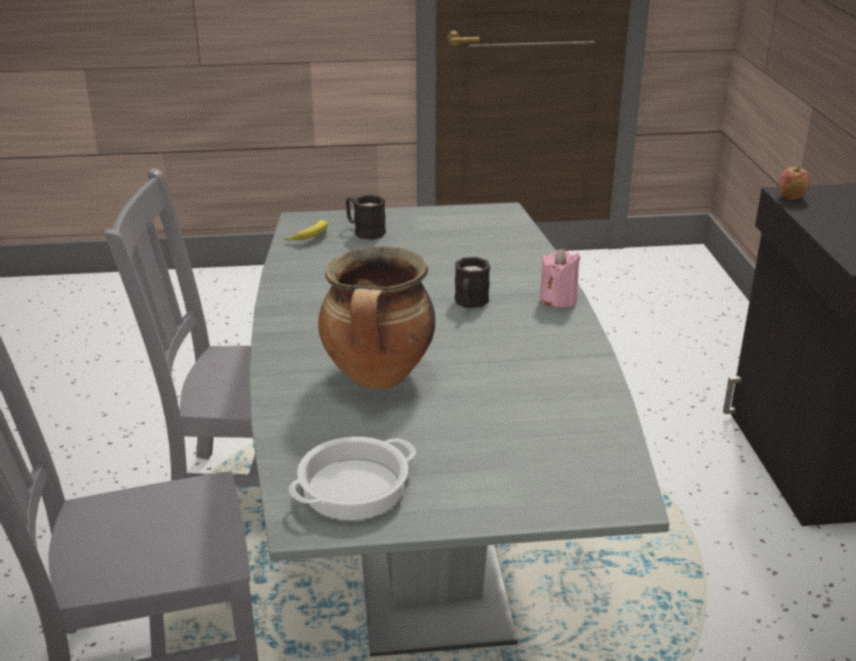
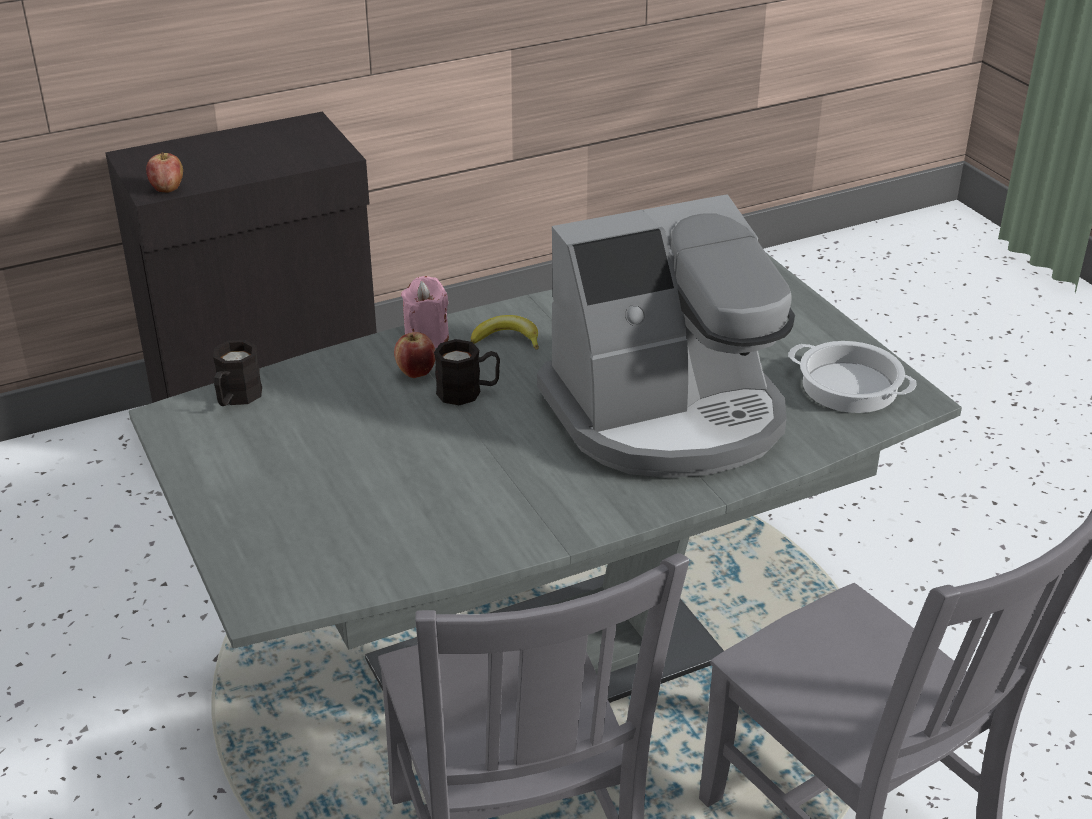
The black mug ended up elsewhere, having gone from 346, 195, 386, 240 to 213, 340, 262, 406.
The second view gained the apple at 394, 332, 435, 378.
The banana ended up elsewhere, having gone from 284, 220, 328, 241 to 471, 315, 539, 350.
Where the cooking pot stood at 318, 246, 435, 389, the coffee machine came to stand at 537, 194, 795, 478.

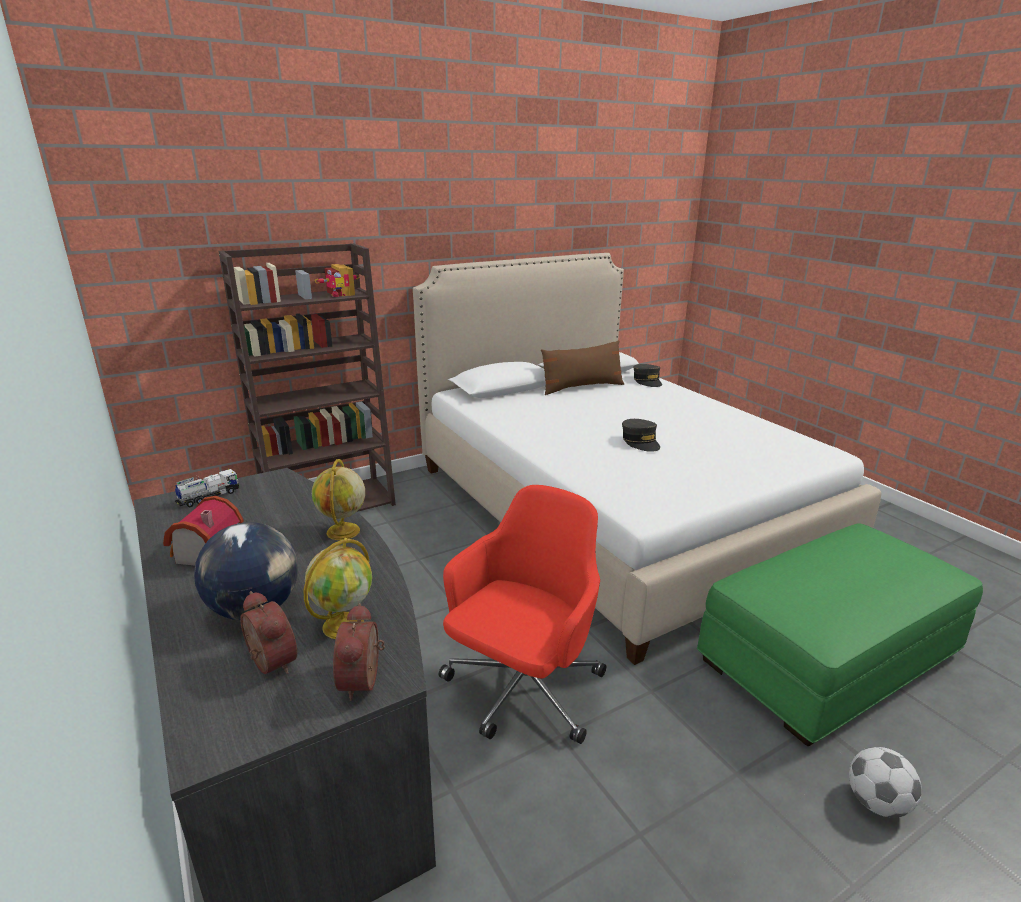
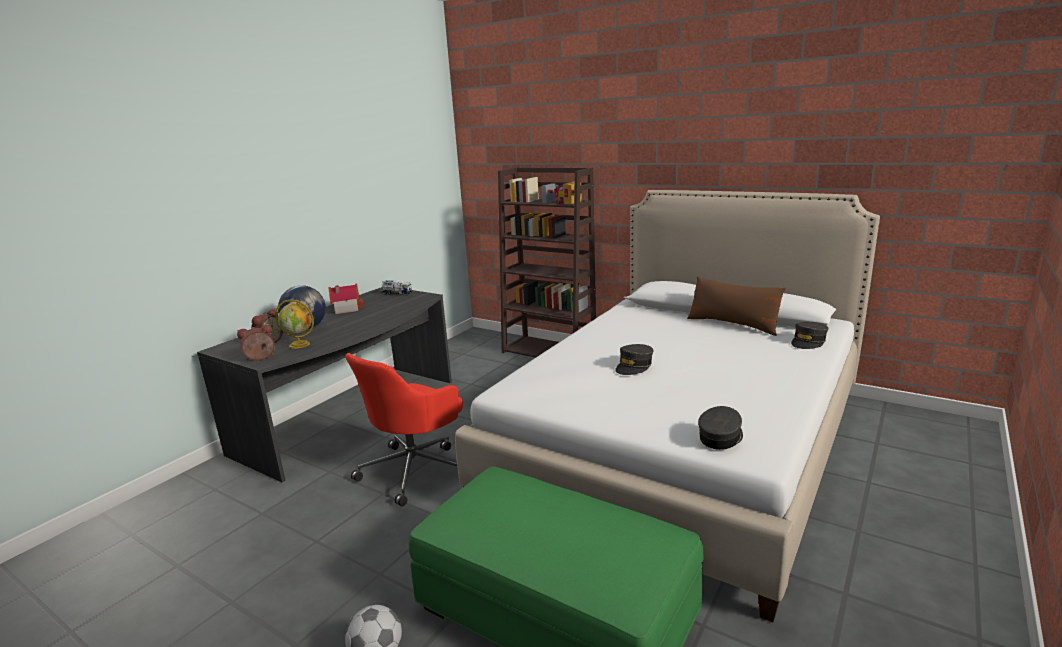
The red office chair at 439, 485, 607, 744 ended up facing another way, 120 degrees clockwise from before.
The second view gained the grey cap at 698, 406, 743, 450.
The second view lost the globe at 312, 459, 365, 540.

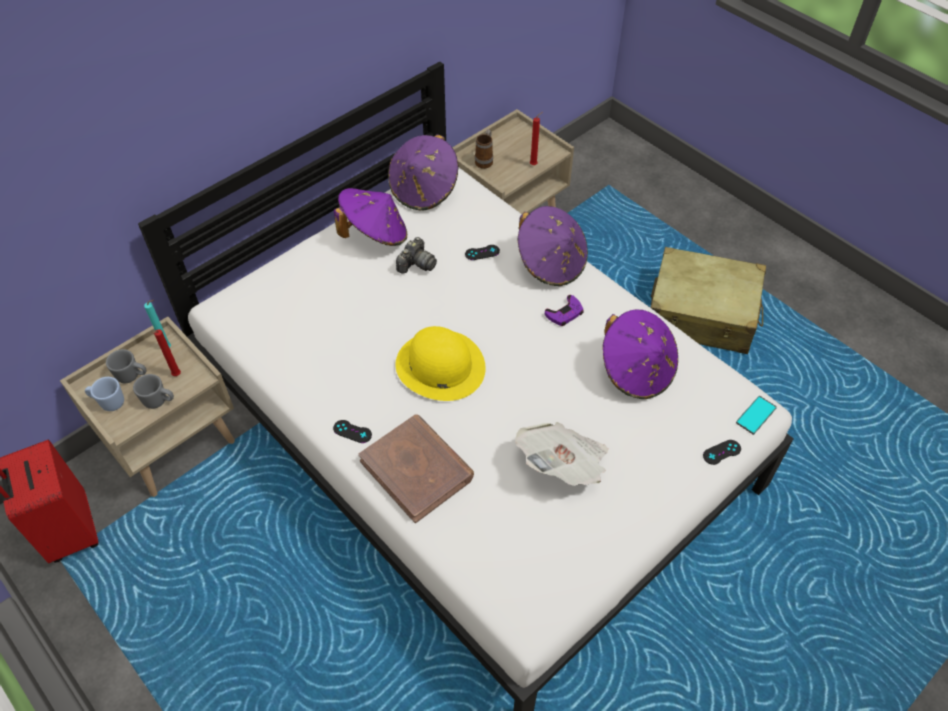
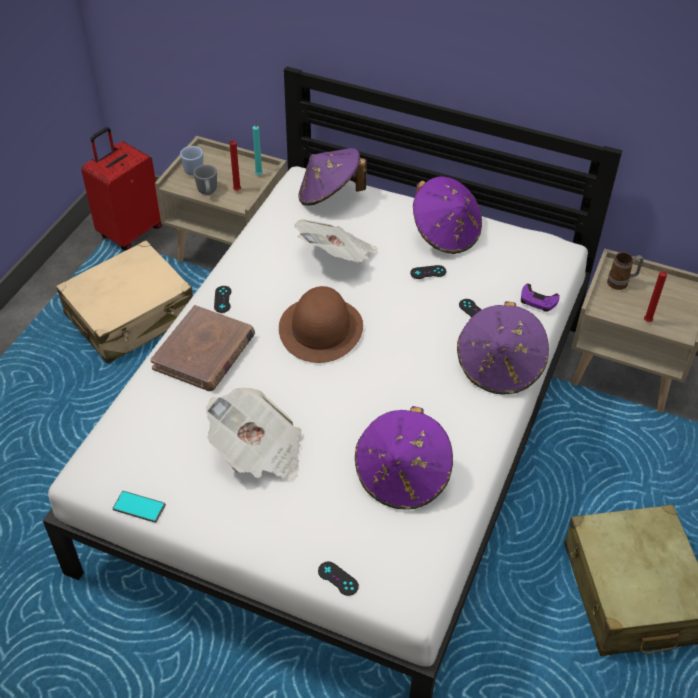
The second view gained the beige suitcase at 56, 240, 193, 364.
The phone ended up elsewhere, having gone from 736, 396, 777, 435 to 113, 491, 166, 523.
What was the yellow hat at 395, 326, 486, 401 turned into the brown hat at 279, 286, 363, 363.
The second view gained the newspaper at 294, 219, 378, 263.
The purple hat ended up elsewhere, having gone from 388, 134, 458, 211 to 299, 148, 367, 206.
Where the photo camera stood at 396, 237, 437, 274, the black game controller came to stand at 410, 265, 446, 279.
The purple game controller ended up elsewhere, having gone from 545, 295, 584, 326 to 521, 283, 560, 312.
The second view lost the grey mug at 106, 349, 146, 383.

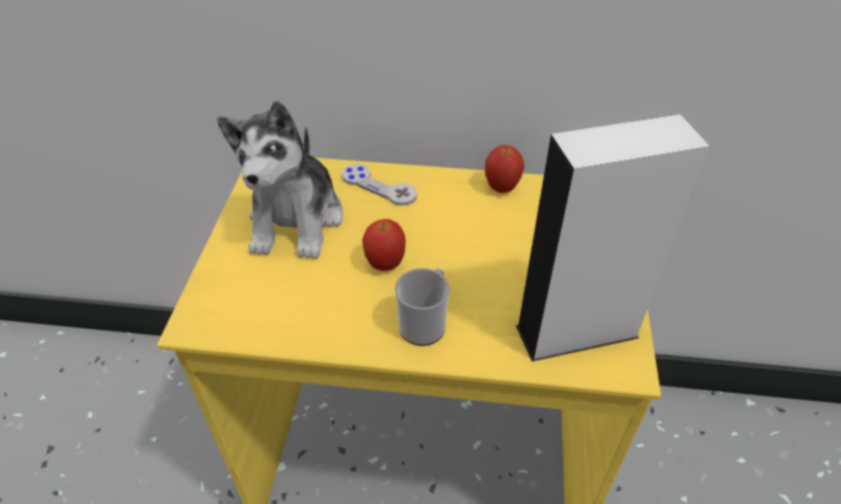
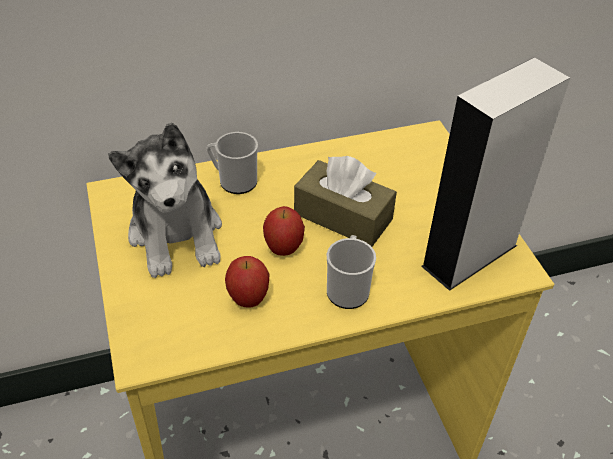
Where the grey game controller stood at 342, 164, 417, 206, the mug came to stand at 207, 132, 258, 194.
The apple ended up elsewhere, having gone from 485, 145, 525, 193 to 225, 256, 269, 308.
The second view gained the brown tissue box at 294, 156, 397, 247.

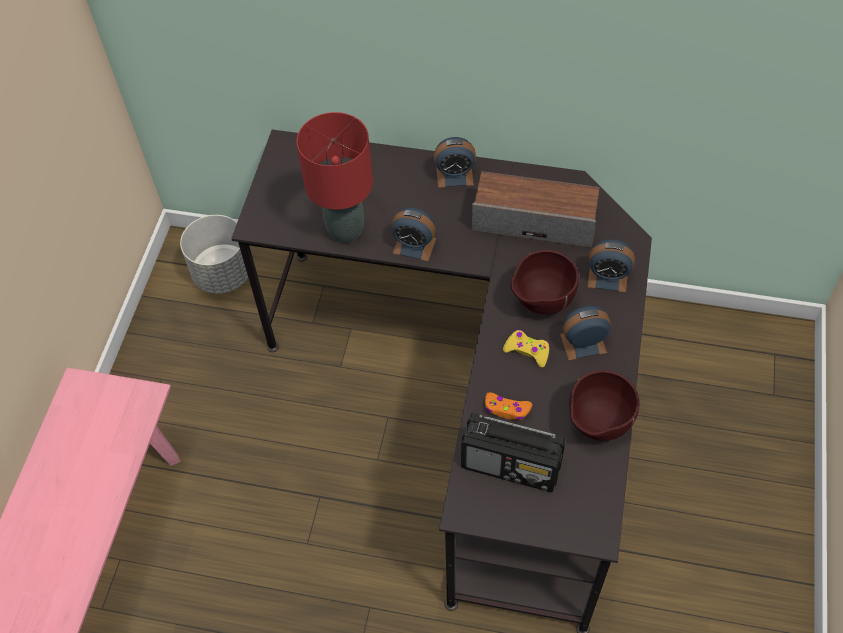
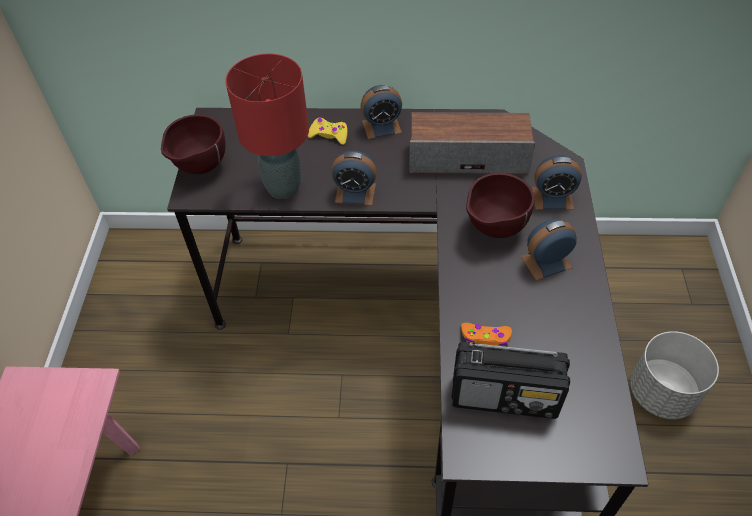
The brown bowl ended up elsewhere, having gone from 569, 370, 640, 441 to 161, 114, 226, 174.
The yellow game controller ended up elsewhere, having gone from 503, 330, 549, 368 to 308, 118, 348, 145.
The grey planter ended up elsewhere, having gone from 180, 215, 248, 294 to 630, 331, 719, 419.

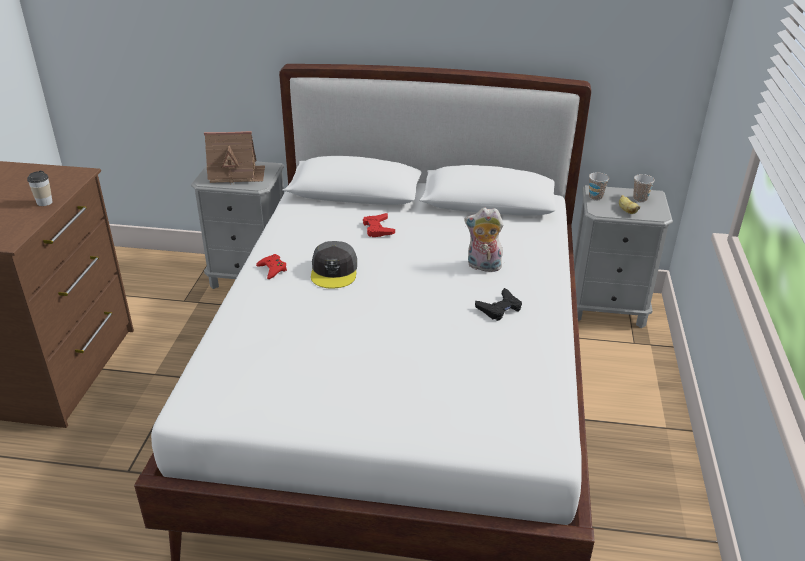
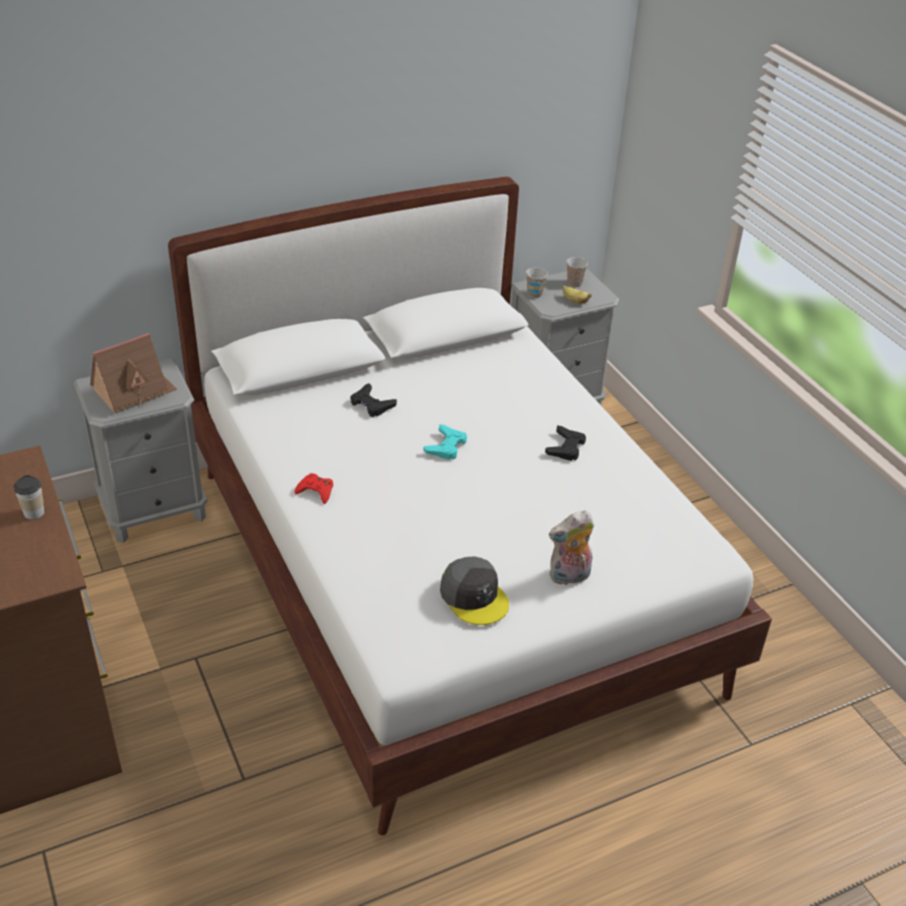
What was the red game controller at 363, 213, 395, 237 turned into the black game controller at 350, 383, 397, 417.
The second view gained the turquoise game controller at 424, 424, 467, 460.
The grey cap ended up elsewhere, having gone from 311, 241, 357, 289 to 440, 556, 509, 625.
The plush toy ended up elsewhere, having gone from 464, 208, 503, 274 to 549, 510, 594, 585.

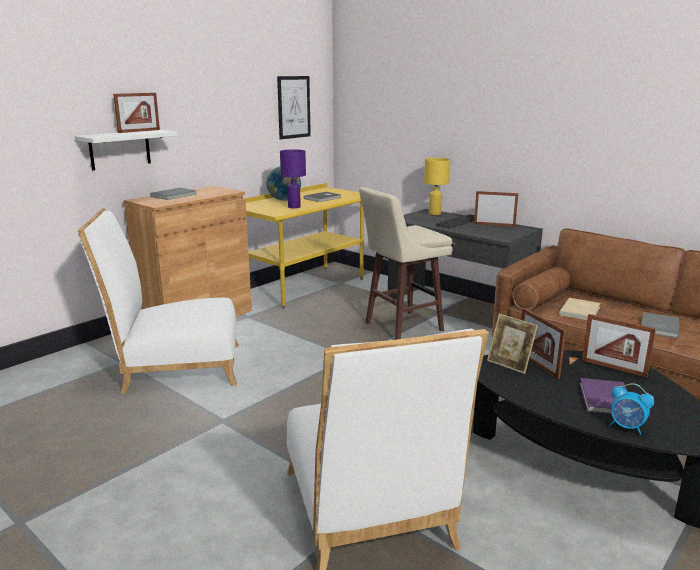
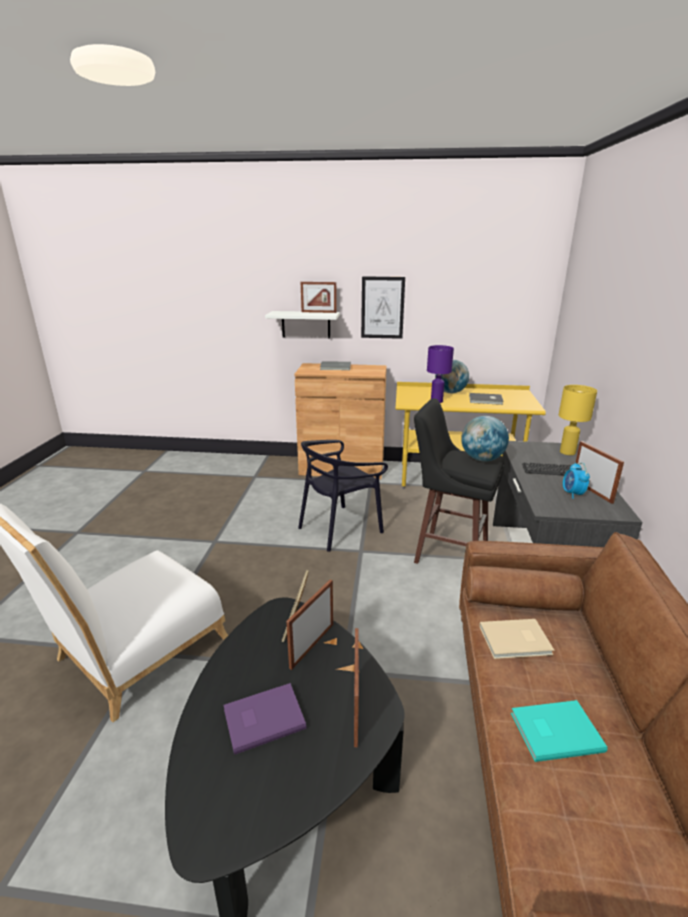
The second view gained the black chair at 298, 440, 388, 552.
The picture ended up elsewhere, having gone from 277, 76, 311, 140 to 361, 277, 405, 339.
What was the beige stool at 359, 187, 452, 340 turned into the black stool at 414, 398, 505, 564.
The second view gained the globe at 461, 416, 509, 462.
What was the grey book at 641, 312, 679, 338 turned into the turquoise book at 511, 700, 607, 762.
The alarm clock ended up elsewhere, having gone from 610, 383, 654, 435 to 563, 463, 590, 499.
The second view lost the white chair at 77, 208, 239, 393.

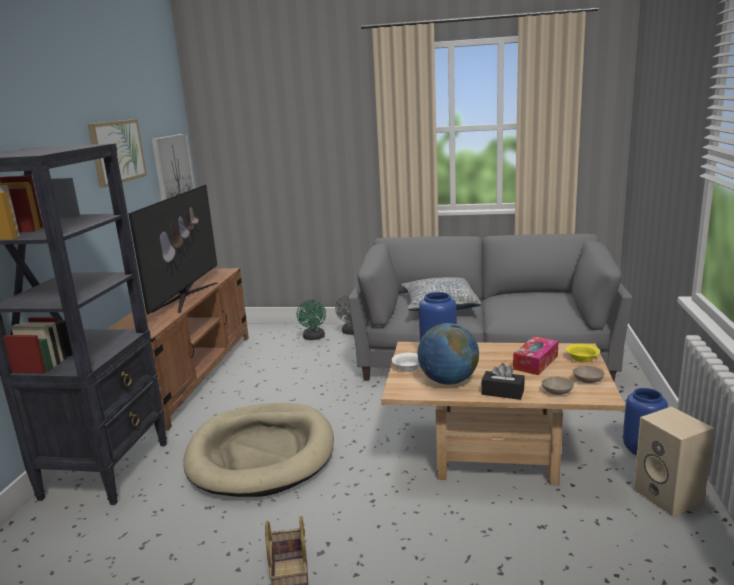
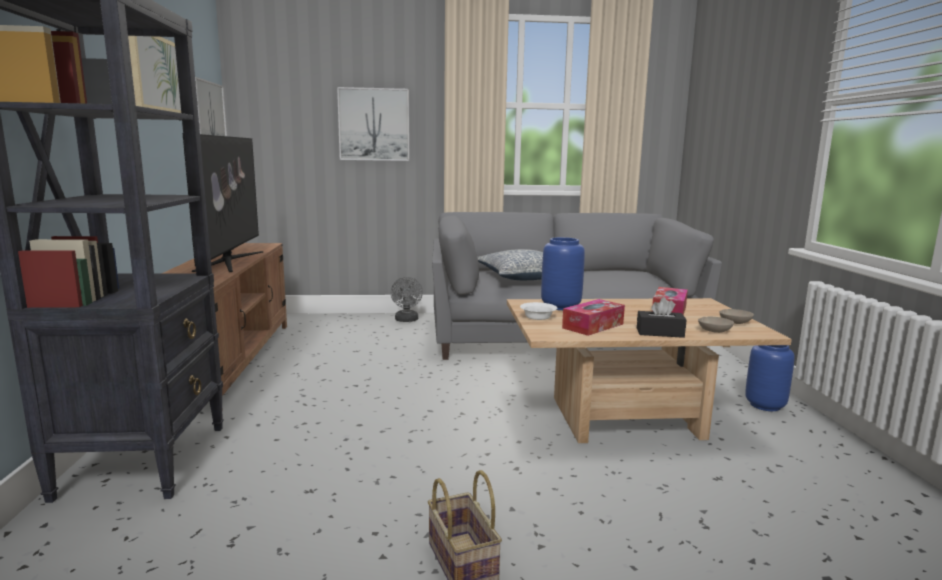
The second view gained the picture at 337, 87, 409, 161.
Where the globe stood at 417, 323, 479, 385, the tissue box came to stand at 562, 299, 625, 336.
The second view lost the beige dog bed at 183, 403, 334, 497.
The second view lost the green fan at 297, 300, 326, 340.
The second view lost the yellow bowl at 566, 343, 600, 362.
The second view lost the beige speaker at 633, 406, 714, 517.

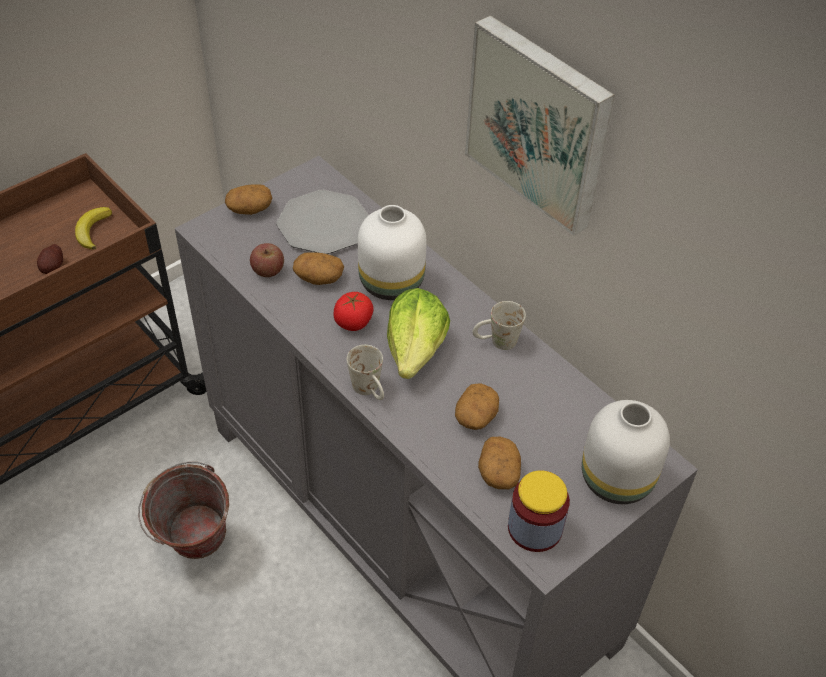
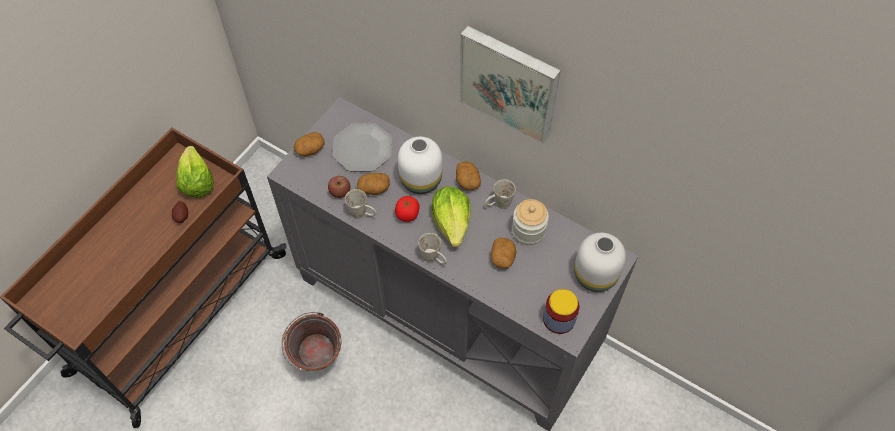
Where the banana stood at 75, 207, 112, 250, the lettuce came to stand at 176, 146, 214, 198.
The second view gained the white mug at 345, 189, 377, 219.
The potato ended up elsewhere, having gone from 478, 437, 521, 489 to 456, 162, 481, 190.
The second view gained the jar at 512, 199, 549, 245.

